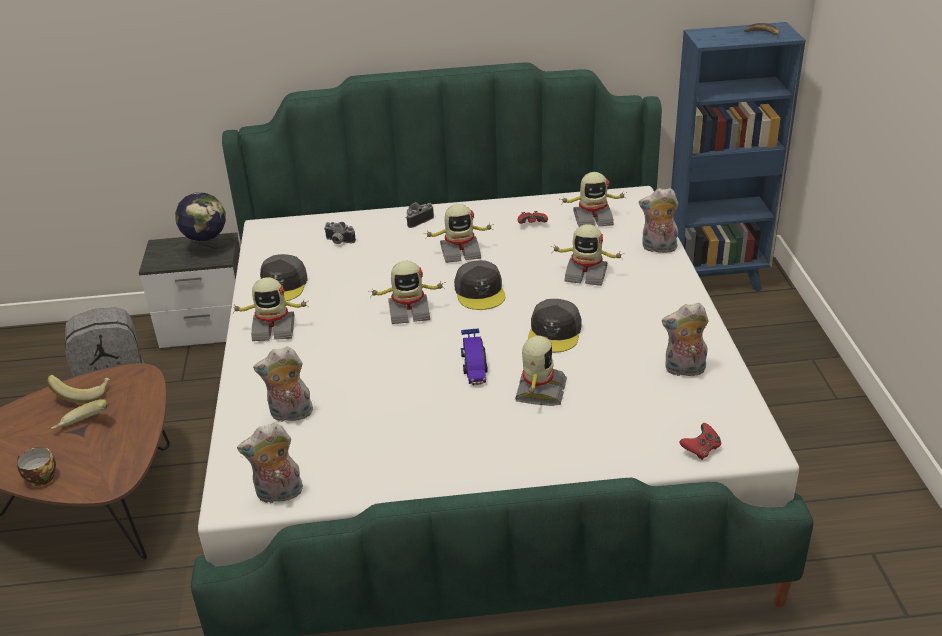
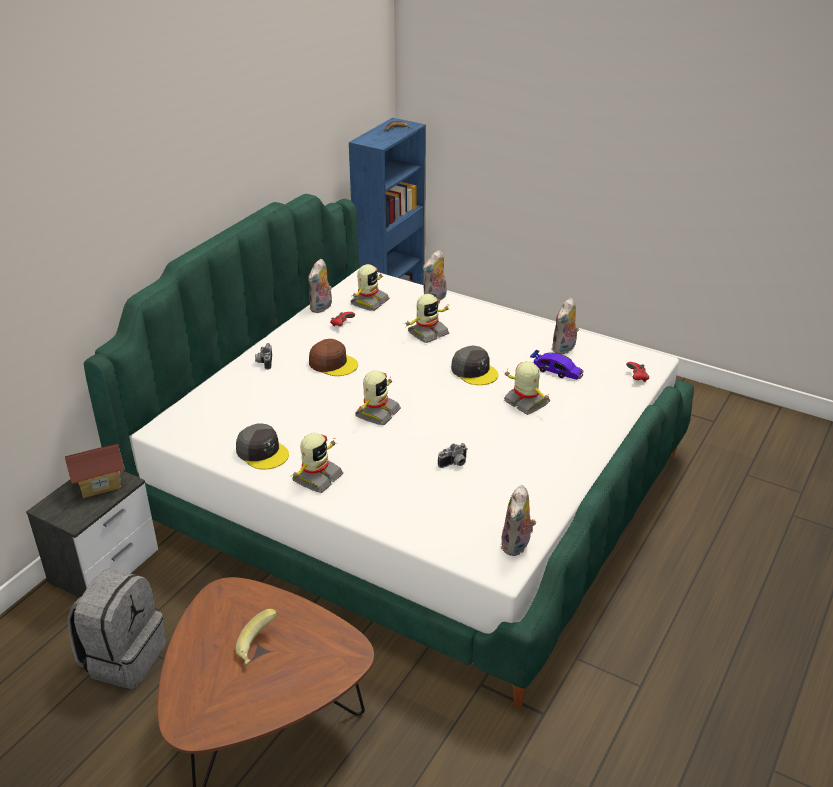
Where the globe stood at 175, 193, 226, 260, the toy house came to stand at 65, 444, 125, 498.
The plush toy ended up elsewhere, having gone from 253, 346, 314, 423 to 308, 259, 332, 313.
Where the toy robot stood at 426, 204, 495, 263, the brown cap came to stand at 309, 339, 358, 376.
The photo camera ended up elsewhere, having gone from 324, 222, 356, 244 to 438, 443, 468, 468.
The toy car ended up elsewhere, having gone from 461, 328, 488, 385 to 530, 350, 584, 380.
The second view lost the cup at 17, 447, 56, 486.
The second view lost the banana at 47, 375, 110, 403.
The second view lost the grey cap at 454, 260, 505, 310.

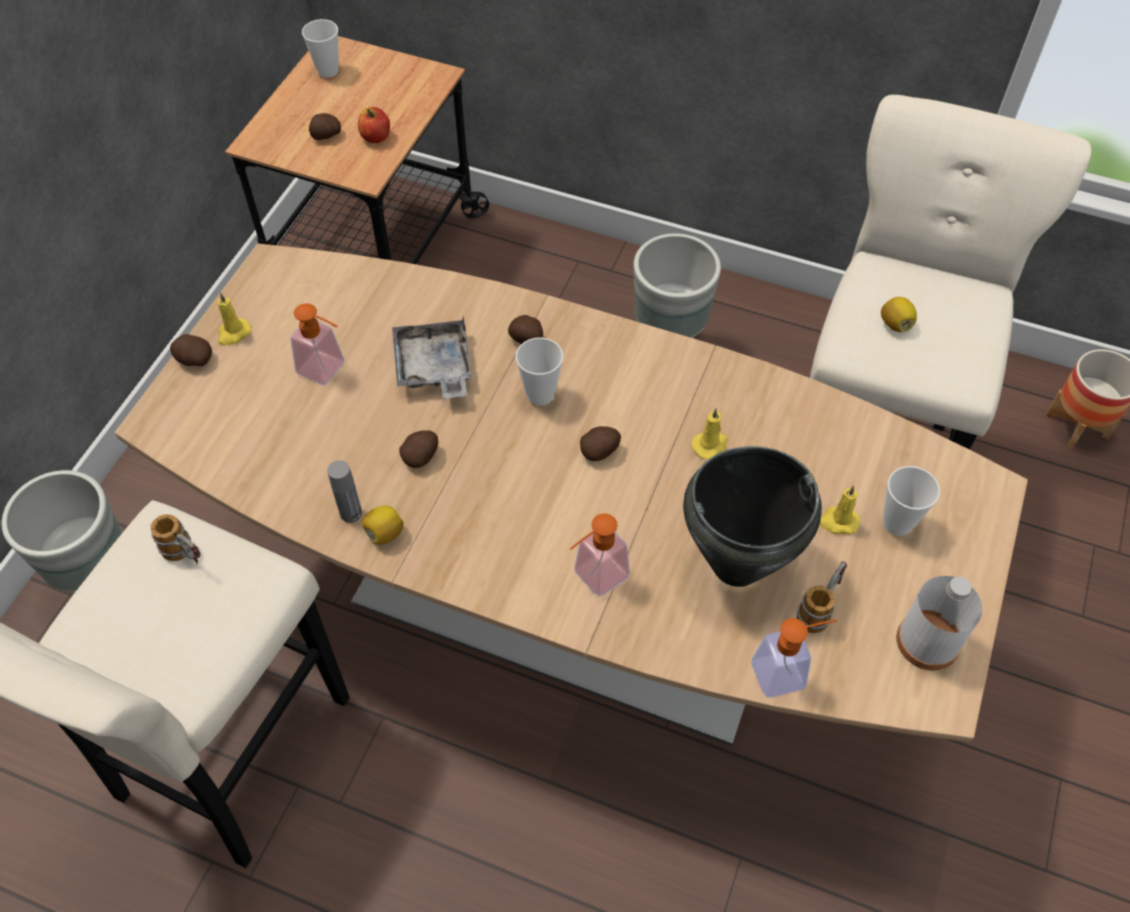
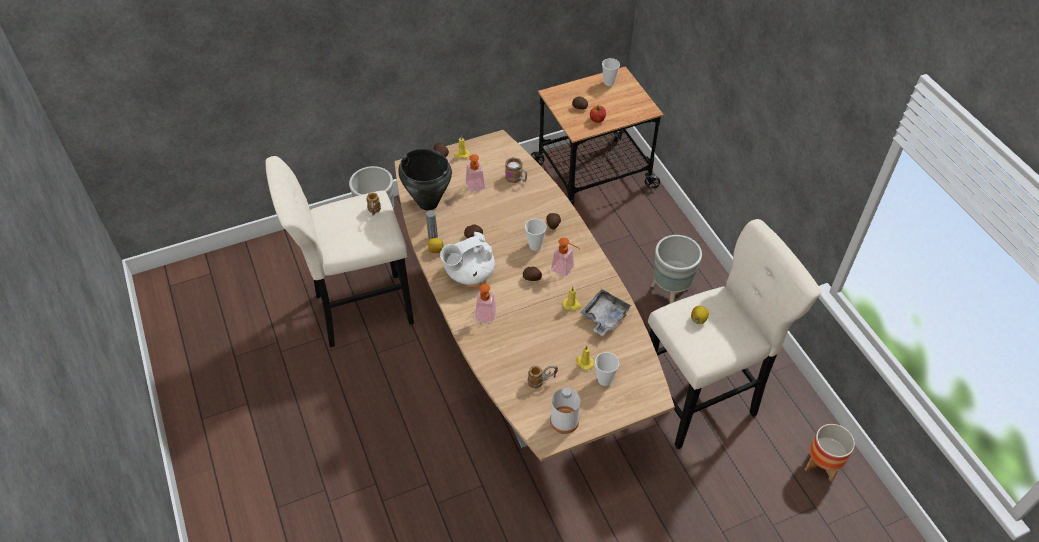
The black cooking pot ended up elsewhere, having gone from 683, 446, 822, 587 to 398, 149, 452, 210.
The second view gained the white teapot at 440, 232, 495, 285.
The second view gained the mug at 505, 157, 527, 183.
The soap dispenser ended up elsewhere, having gone from 751, 618, 837, 698 to 551, 238, 580, 276.
The grey tray ended up elsewhere, having gone from 392, 316, 472, 399 to 581, 289, 632, 336.

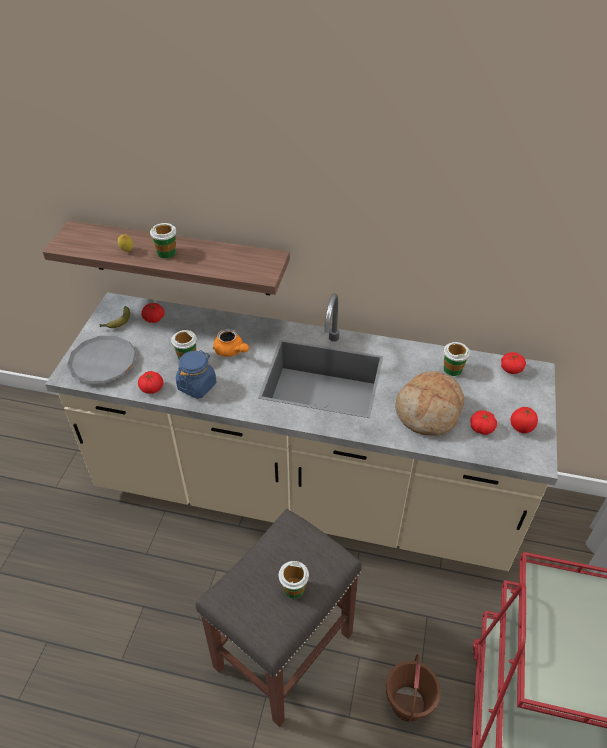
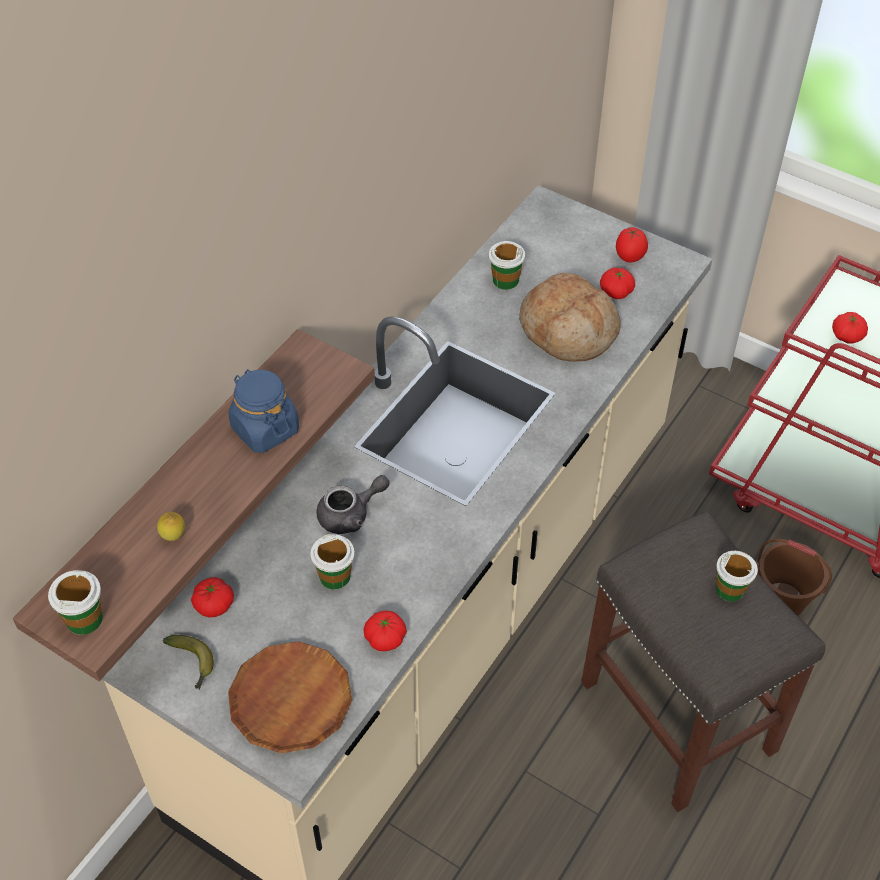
The cup ended up elsewhere, having gone from 150, 223, 177, 258 to 48, 570, 103, 635.
The blue jar ended up elsewhere, having gone from 176, 350, 216, 399 to 228, 369, 299, 453.
What was the grey plate at 67, 336, 136, 384 turned into the brown plate at 228, 641, 352, 754.
What was the orange teapot at 212, 329, 249, 357 turned into the grey teapot at 317, 475, 390, 534.
The tomato ended up elsewhere, having gone from 501, 352, 526, 374 to 832, 312, 868, 343.

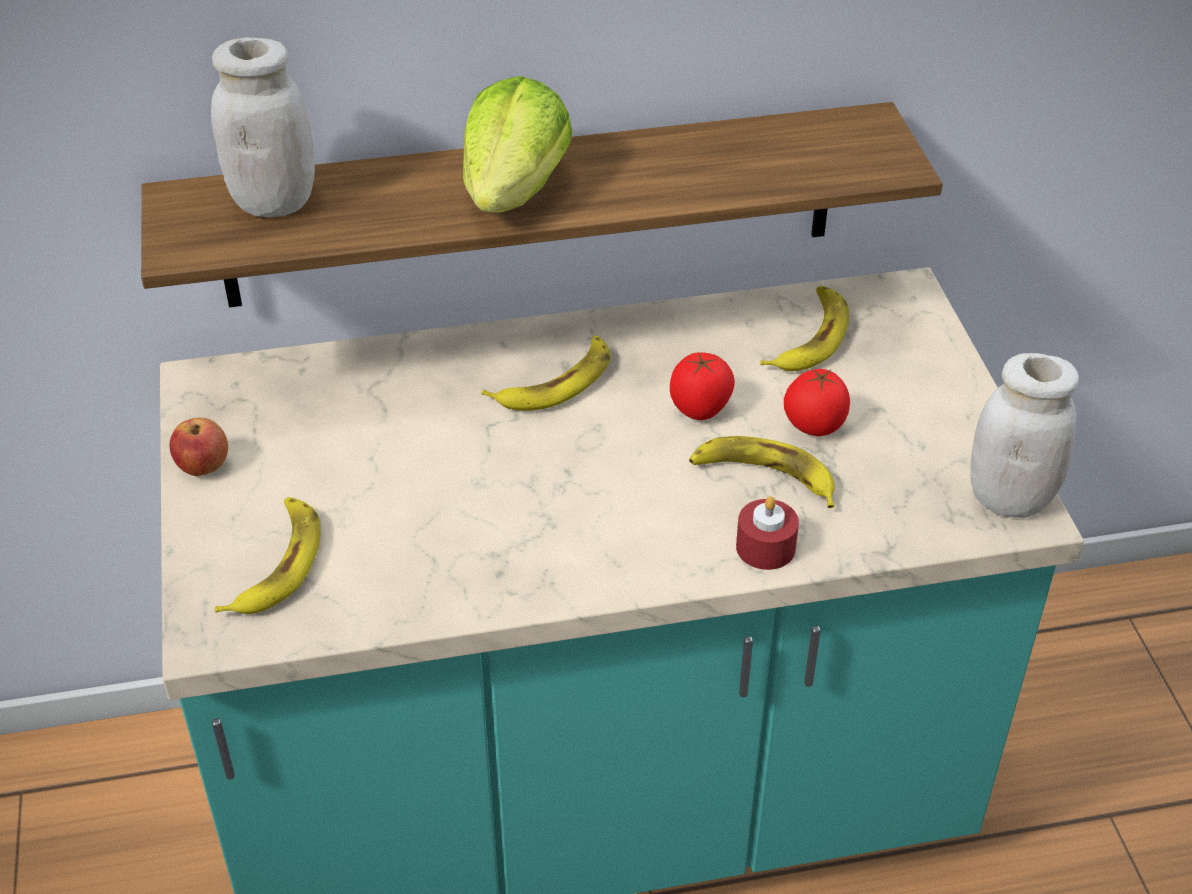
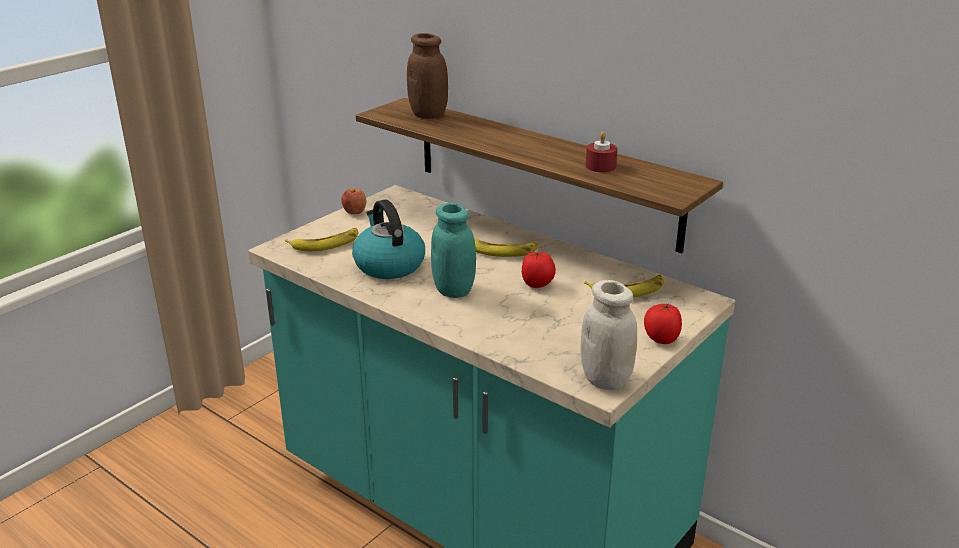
The second view gained the kettle at 352, 200, 425, 279.
What was the white jar at 211, 37, 315, 217 turned into the brown jar at 407, 33, 448, 119.
The second view gained the turquoise jar at 431, 203, 476, 298.
The red candle ended up elsewhere, having gone from 736, 496, 799, 570 to 586, 132, 617, 172.
The tomato ended up elsewhere, having gone from 784, 368, 850, 436 to 644, 303, 682, 344.
The second view lost the lettuce at 463, 76, 573, 213.
The second view lost the banana at 689, 436, 835, 508.

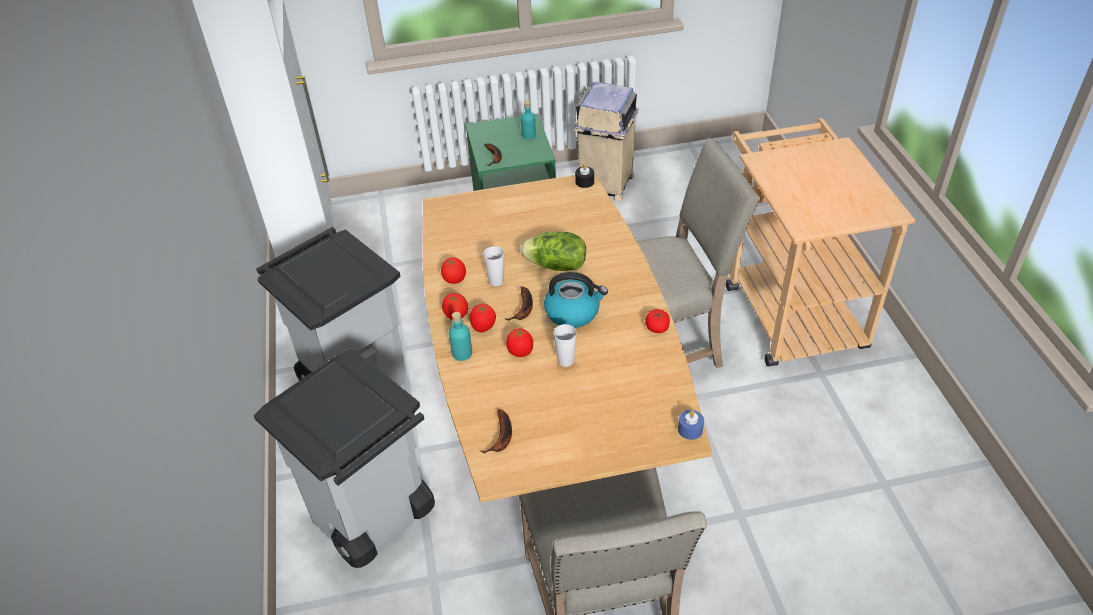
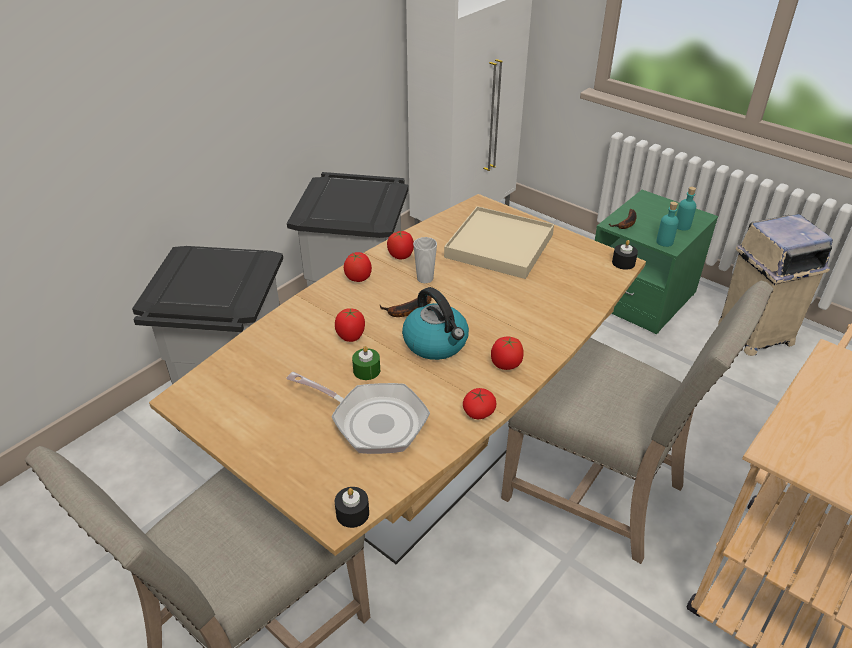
The second view gained the frying pan at 287, 372, 430, 454.
What was the blue candle at 678, 410, 704, 440 turned into the black candle at 335, 487, 369, 528.
Where the cup stood at 553, 324, 577, 367, the green candle came to stand at 352, 346, 380, 380.
The second view gained the beige tray at 444, 206, 554, 279.
The tomato ended up elsewhere, having gone from 470, 304, 496, 332 to 491, 336, 524, 370.
The turquoise bottle ended up elsewhere, having gone from 449, 312, 472, 361 to 656, 202, 679, 247.
The second view lost the banana at 480, 409, 512, 453.
The second view lost the lettuce at 520, 232, 586, 271.

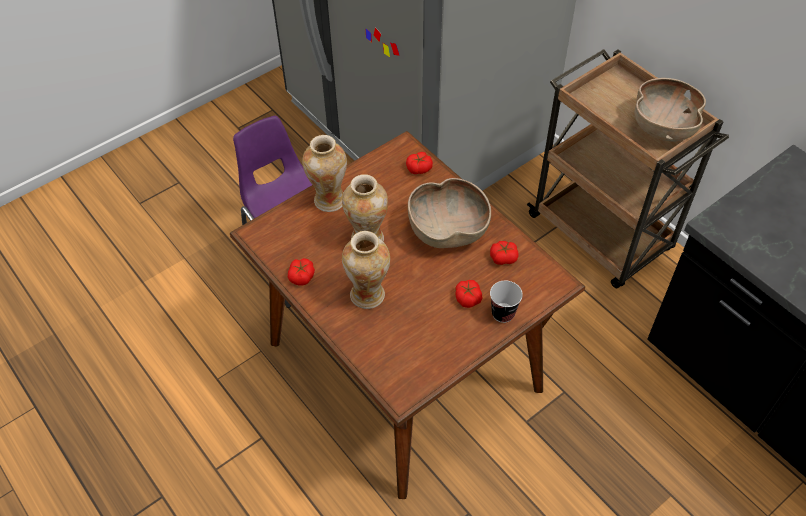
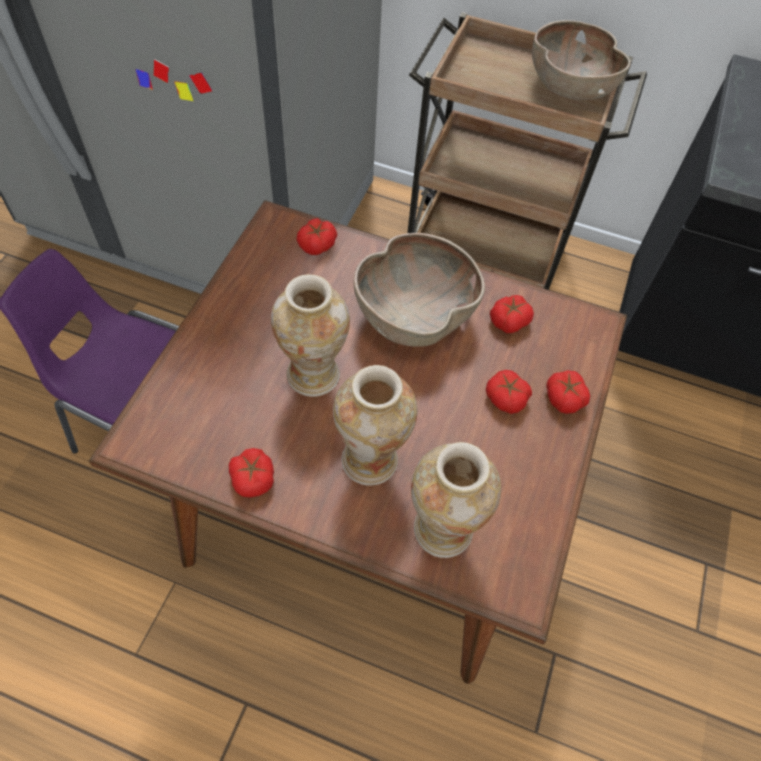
The vase ended up elsewhere, having gone from 302, 135, 347, 212 to 411, 442, 501, 558.
Where the cup stood at 490, 281, 523, 323, the tomato came to stand at 546, 370, 590, 414.

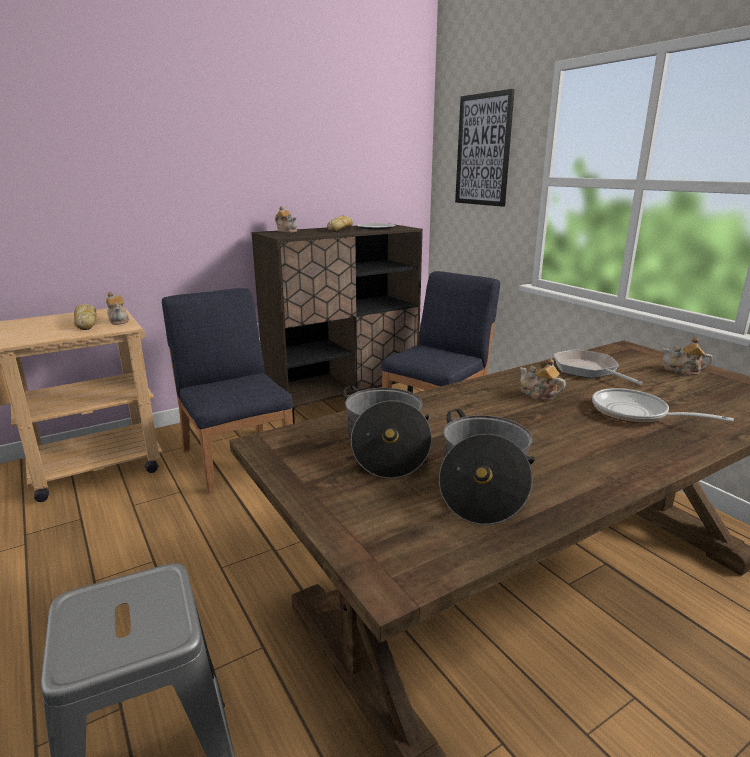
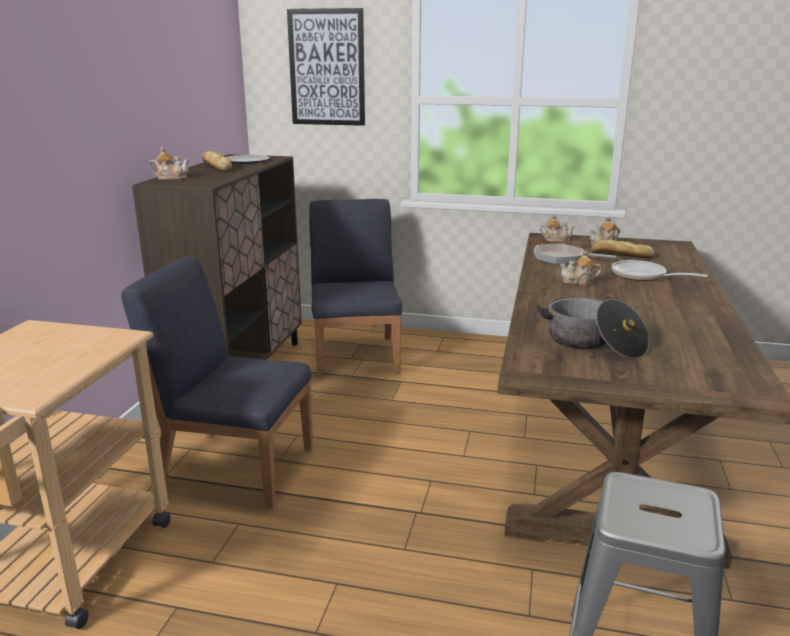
The teapot ended up elsewhere, having gone from 106, 292, 129, 325 to 540, 214, 575, 242.
The bread ended up elsewhere, having gone from 74, 304, 97, 330 to 591, 240, 655, 258.
The frying pan at 592, 388, 734, 423 ended up facing another way, 45 degrees clockwise from before.
The second view lost the cooking pot at 439, 409, 535, 525.

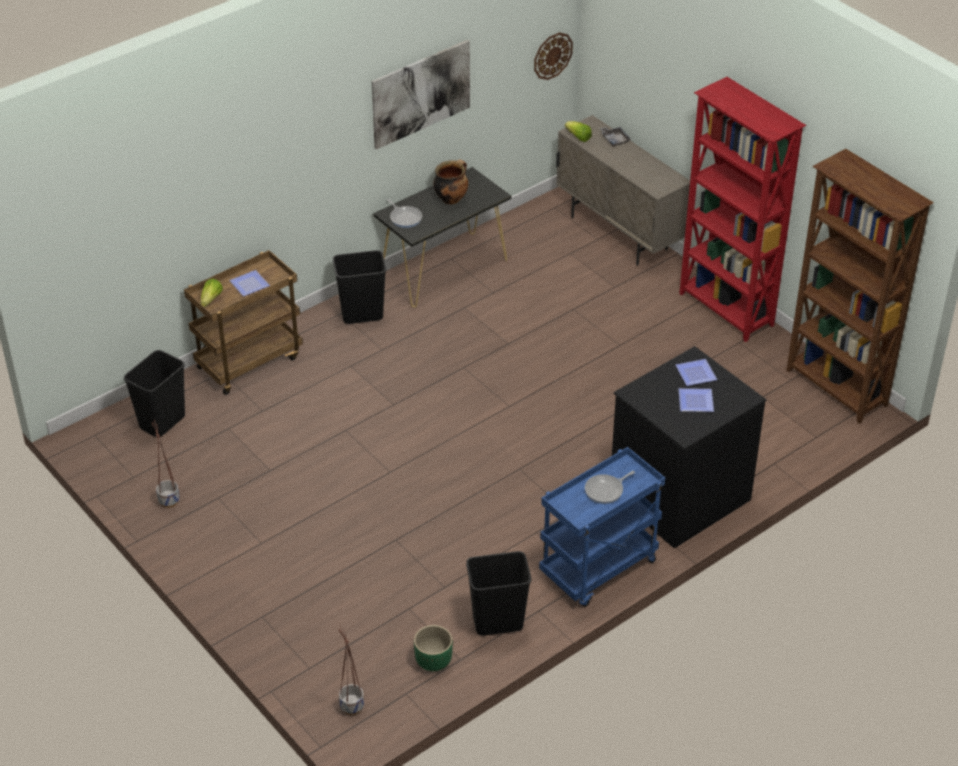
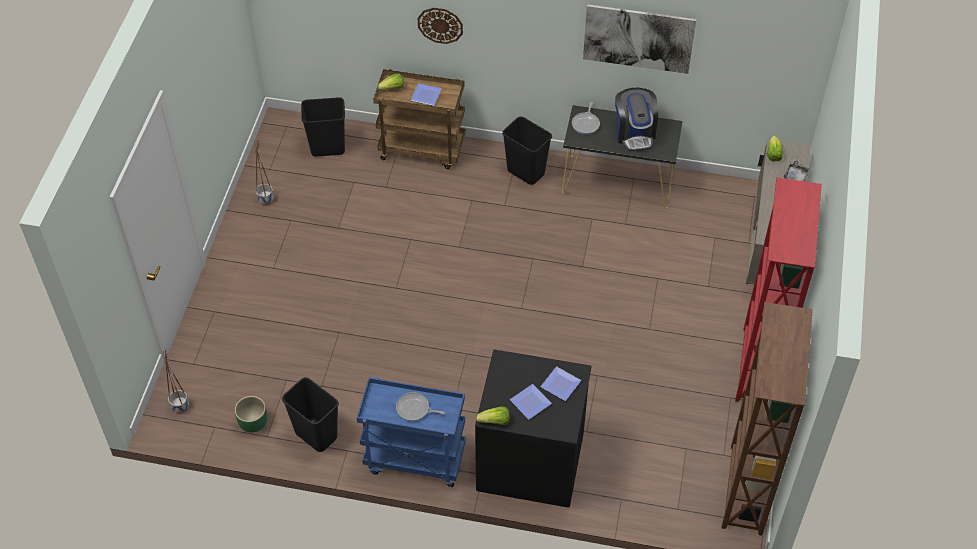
The wall clock ended up elsewhere, having gone from 534, 33, 573, 80 to 417, 8, 463, 44.
The second view gained the lettuce at 476, 406, 510, 425.
Where the cooking pot stood at 433, 159, 468, 204, the coffee machine came to stand at 615, 88, 658, 151.

